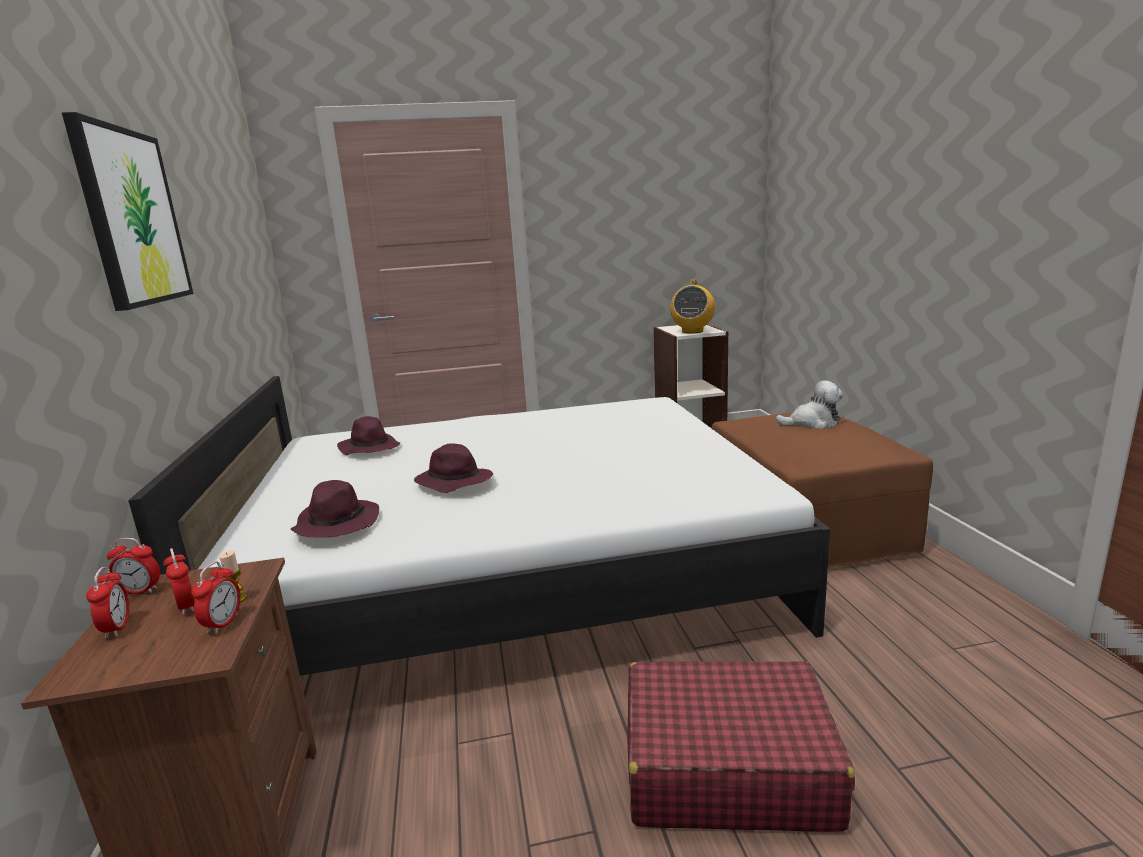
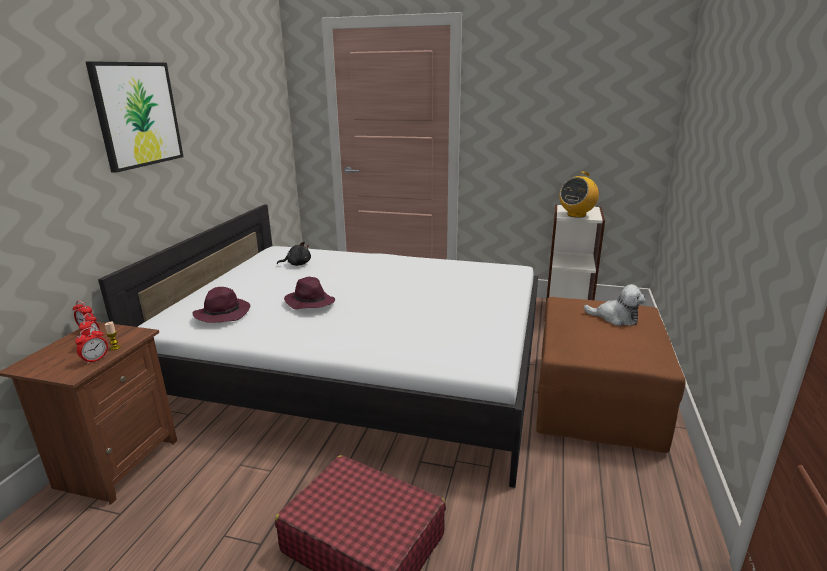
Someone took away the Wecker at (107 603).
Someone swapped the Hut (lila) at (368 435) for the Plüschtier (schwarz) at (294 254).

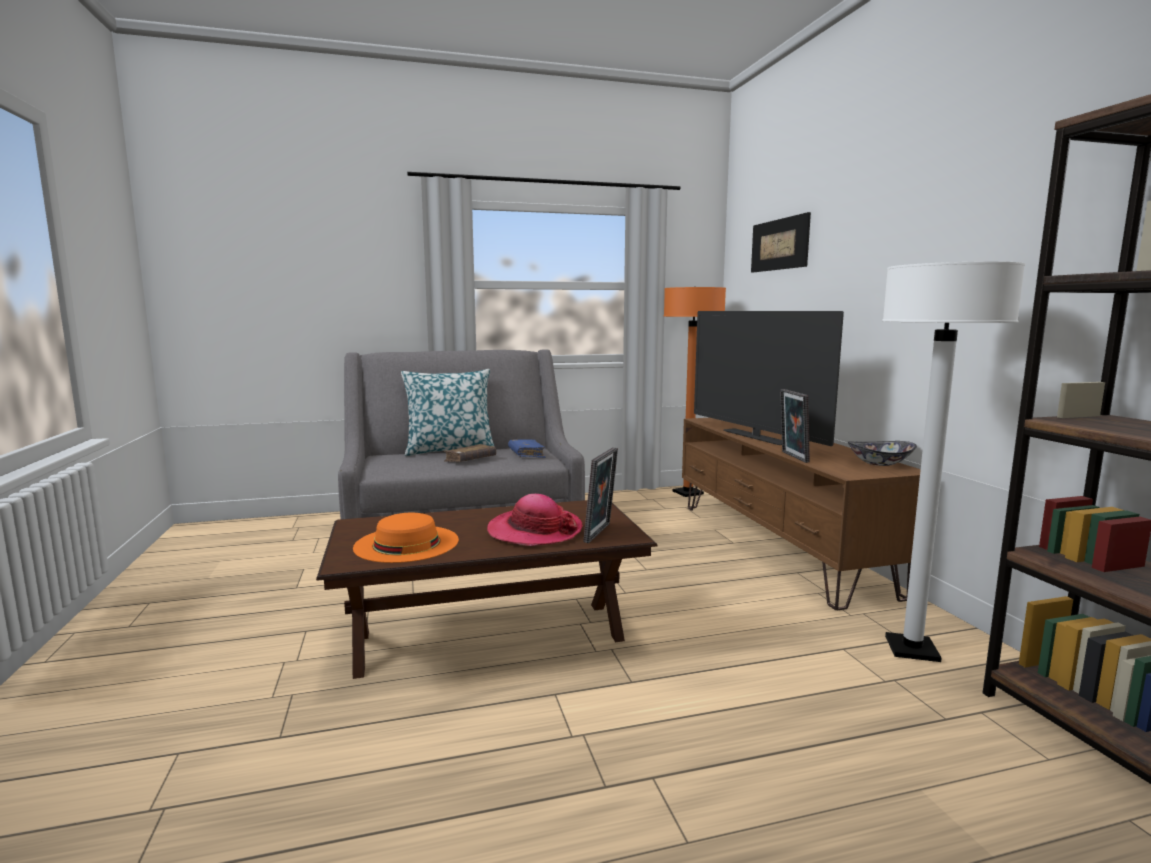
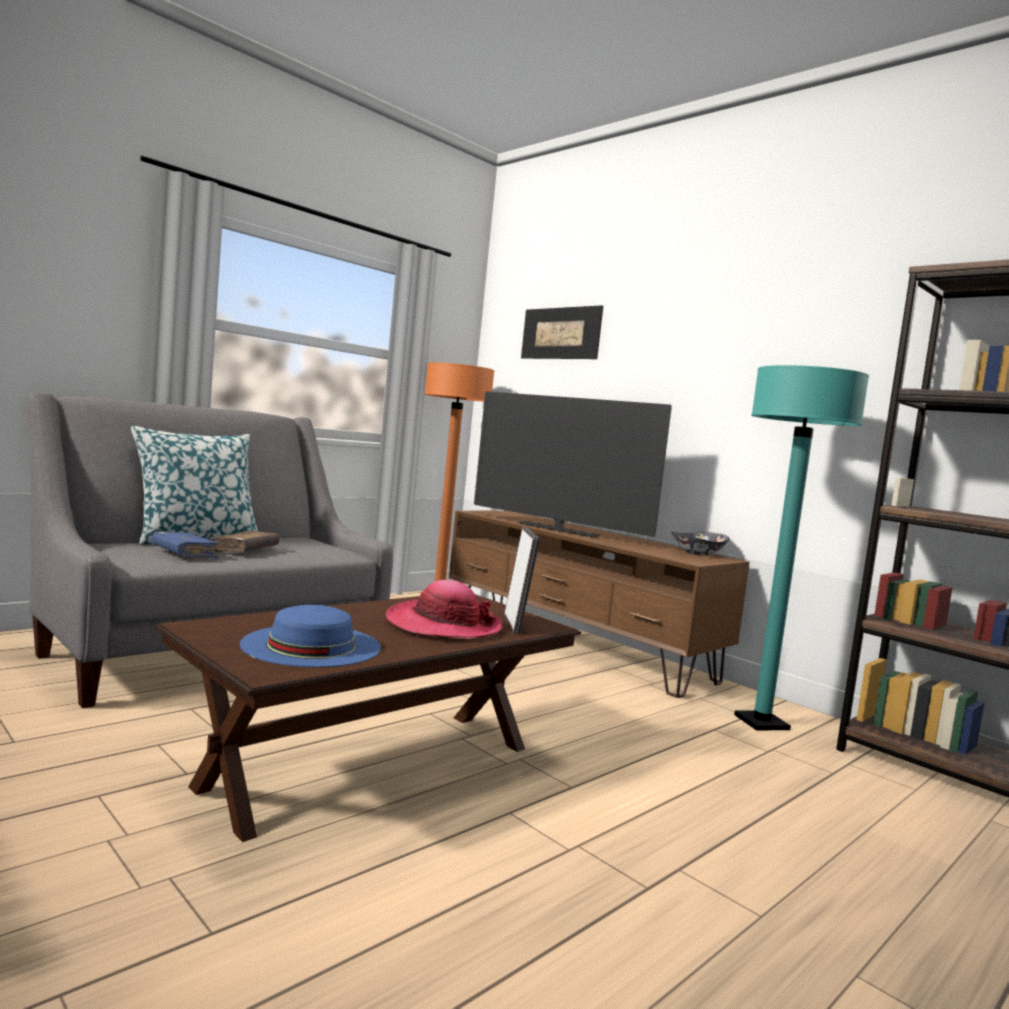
Someone took away the Bilderrahmen at (795 426).
Someone carried the Buch (blau) from (527 448) to (185 545).
Someone repainted the Hut (orange) at (406 538), which became the Hut (blau) at (310 636).
Someone repainted the Stehlampe (weiß) at (953 461), which became the Stehlampe (türkis) at (801 548).

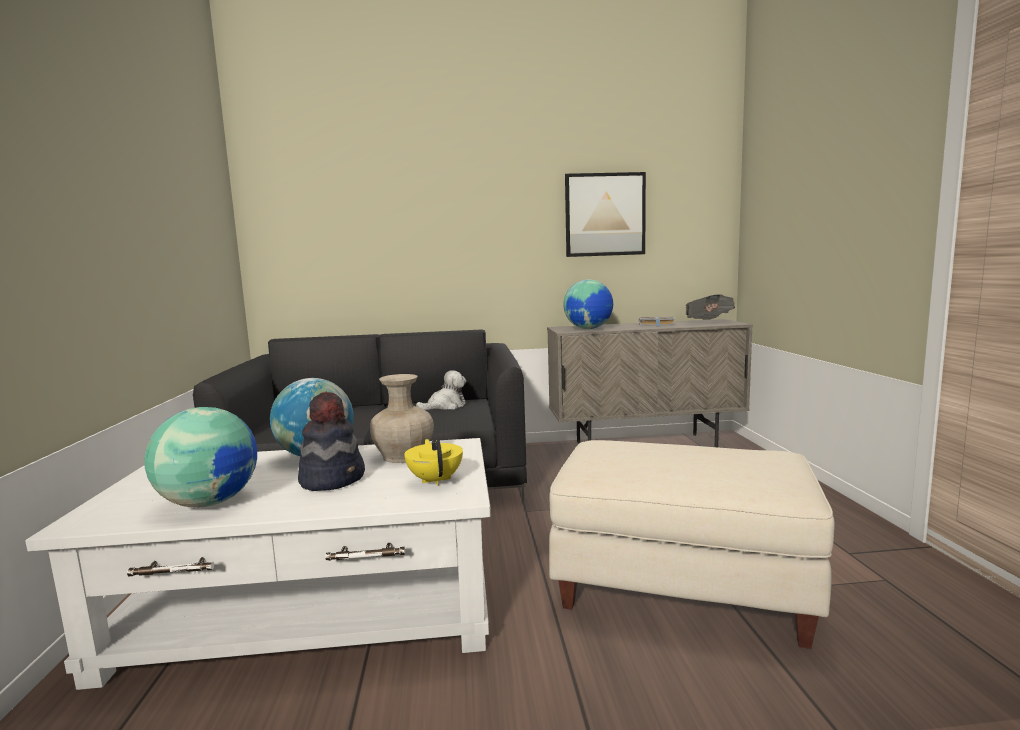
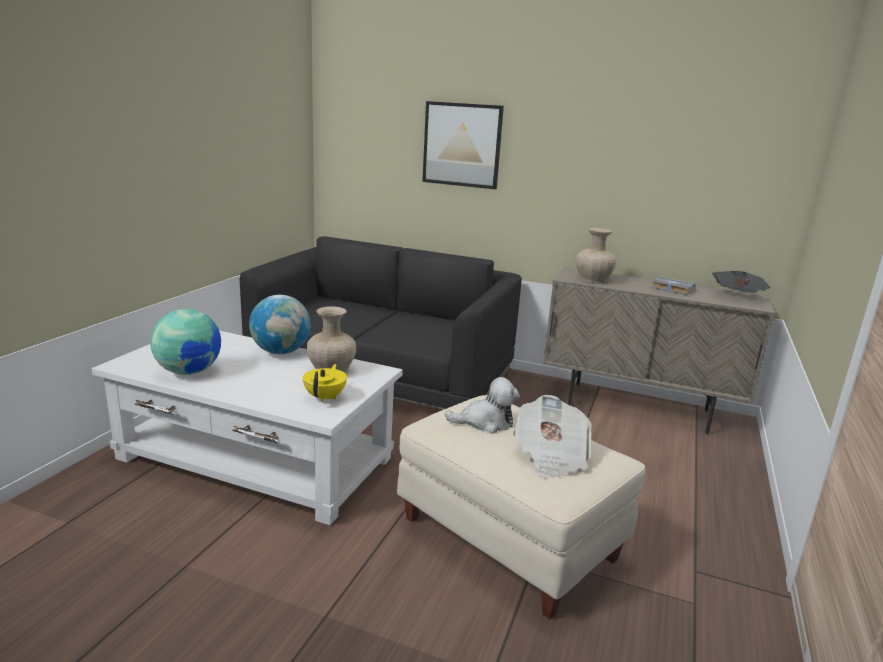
Someone took away the Hut at (331 441).
Someone put down the Zeitung at (552 436).
Someone carried the Plüschtier from (441 390) to (482 405).
Someone carried the Bild from (605 214) to (463 145).
Someone swapped the Globus at (588 304) for the Vase (beige) at (596 255).

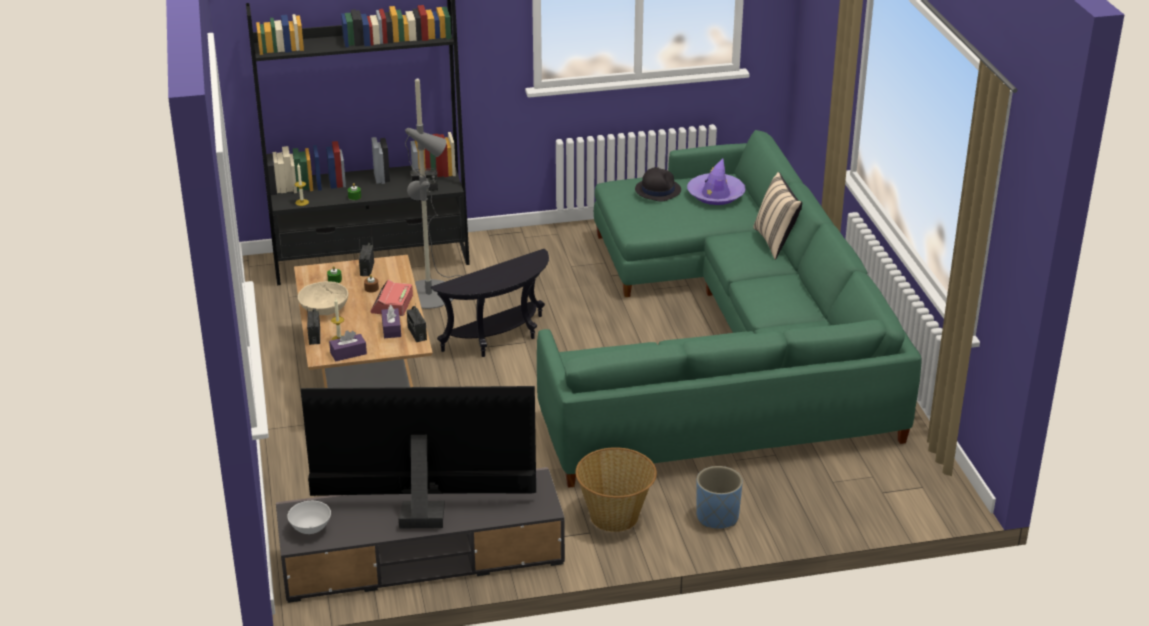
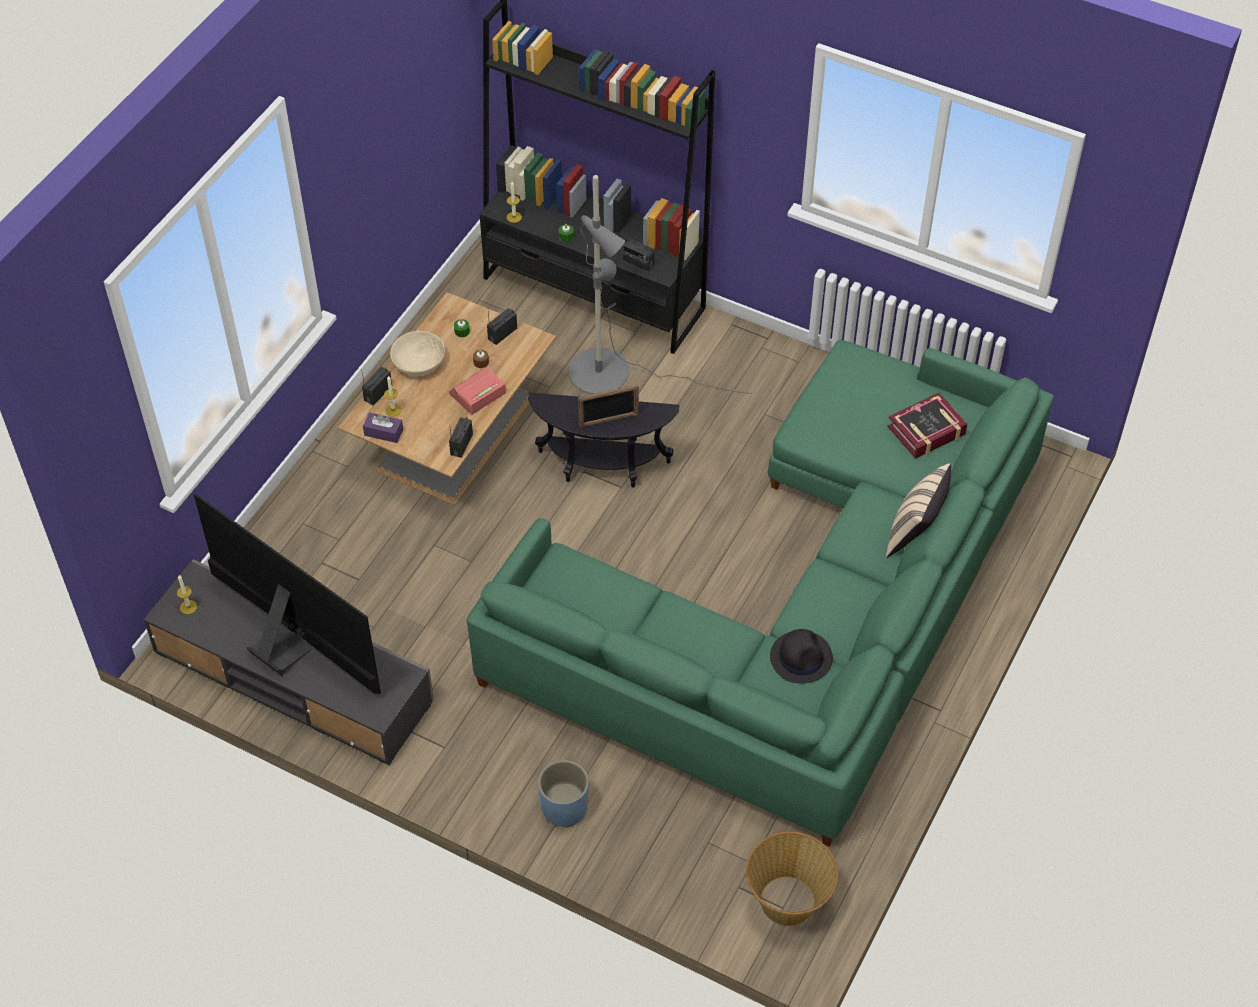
Someone took away the Taschentuchbox (lila) at (391 321).
Someone put down the Bilderrahmen at (608 406).
Someone carried the Korb from (616 489) to (792 879).
Someone carried the Hut (schwarz) from (658 184) to (801 656).
Someone swapped the Schüssel (weiß) at (309 517) for the Kerze at (187 594).
Someone swapped the Hut (lila) at (716 181) for the Buch at (927 426).

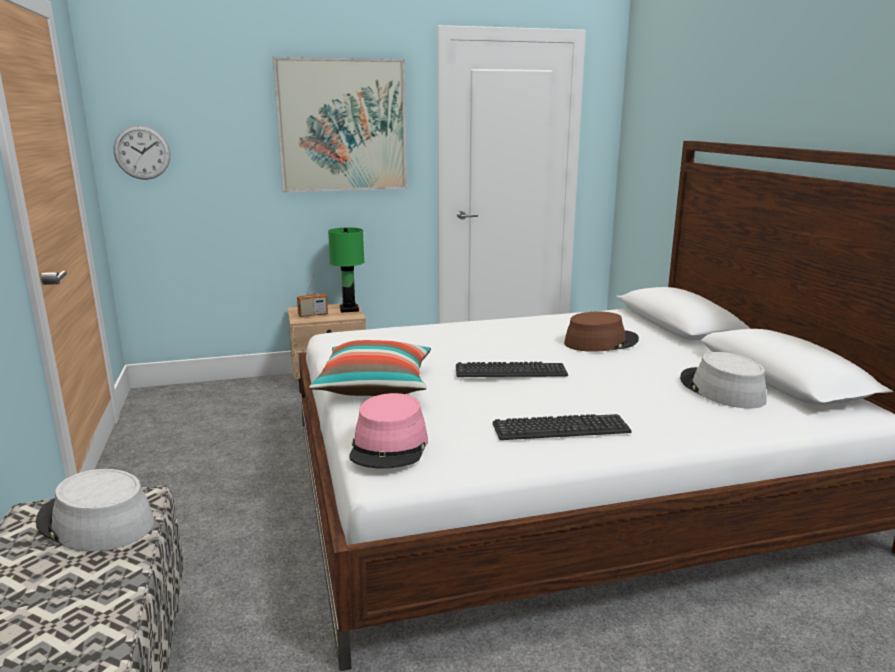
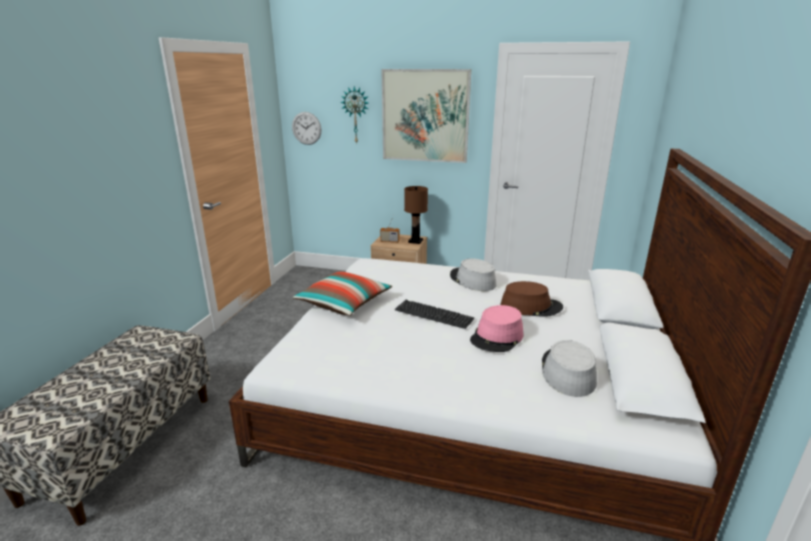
Someone took away the Tastatur at (562 427).
Someone put up the Wanduhr at (354 115).
Someone carried the Hut (grau) from (95 510) to (473 274).
Someone carried the Hut (rosa) from (388 431) to (496 328).
Someone repainted the Tischlampe (grün) at (346 270), which became the Tischlampe (braun) at (416 215).

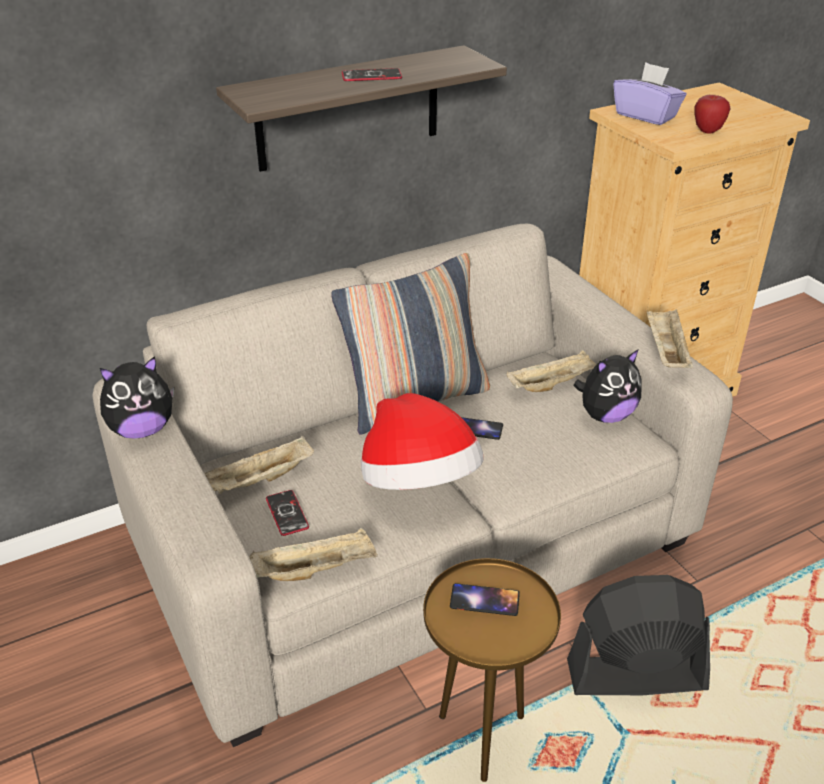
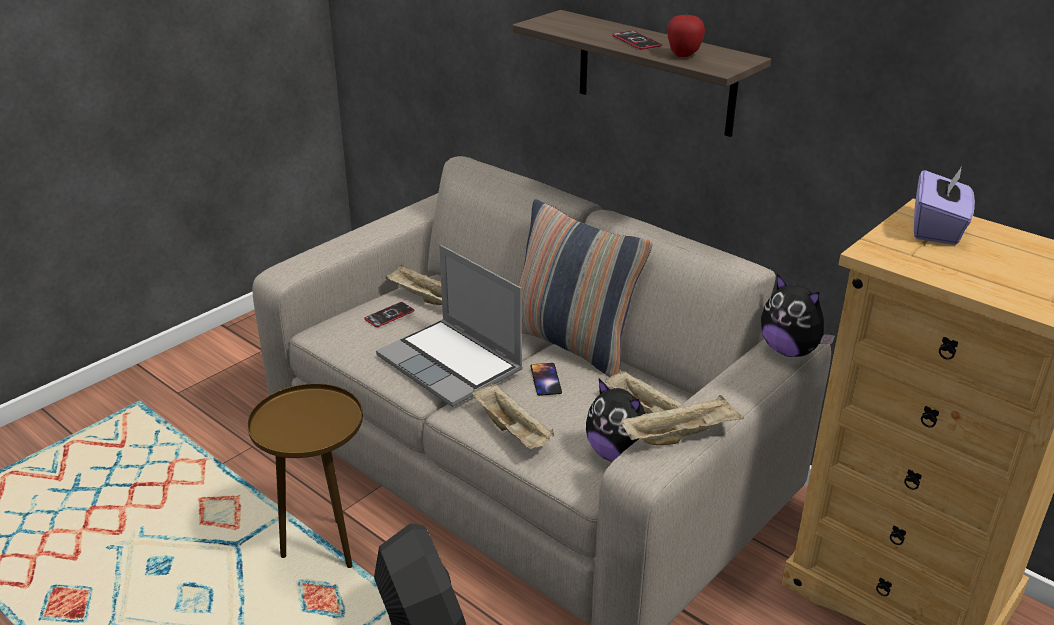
Someone took away the Handy at (485 599).
Someone carried the Plüschtier from (137 397) to (798 315).
Someone carried the Tablett (beige) from (313 554) to (513 416).
Someone carried the Apfel from (713 114) to (686 36).
Someone swapped the Hut at (422 441) for the Laptop at (449 326).

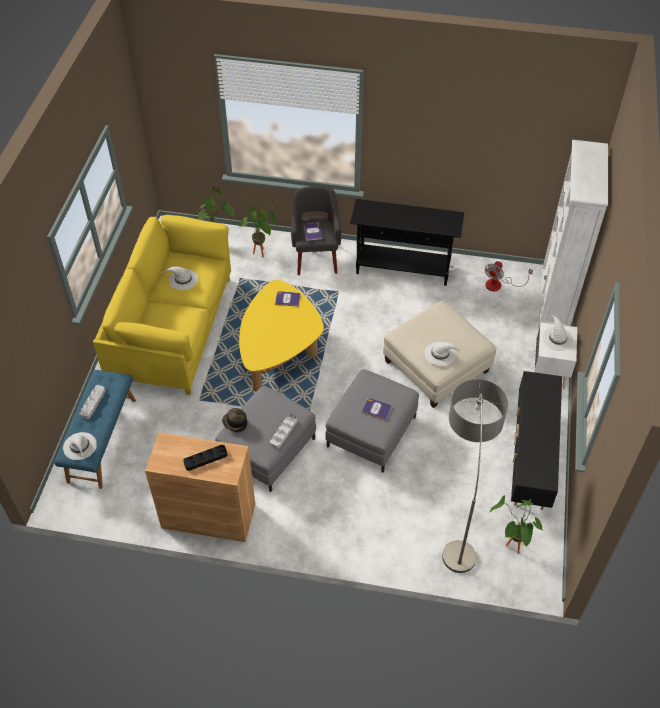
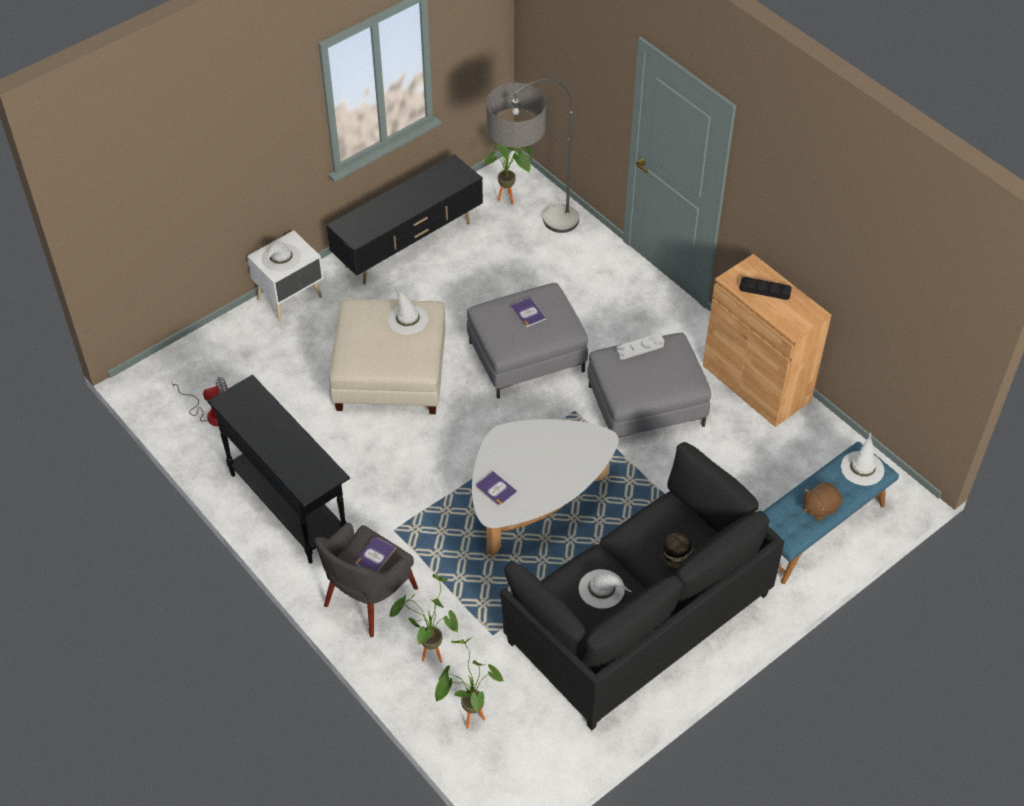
Someone took away the Bücherregal (weiß) at (573 234).
Someone carried the Hut from (234 420) to (678 550).
Someone swapped the Tablett (grau) at (92 402) for the Plüschtier (braun) at (822 501).
Someone repainted the Sofa (gelb) at (162 305), which became the Sofa (schwarz) at (642 586).
Someone repainted the Couchtisch (gelb) at (281 336), which became the Couchtisch (weiß) at (545 487).

